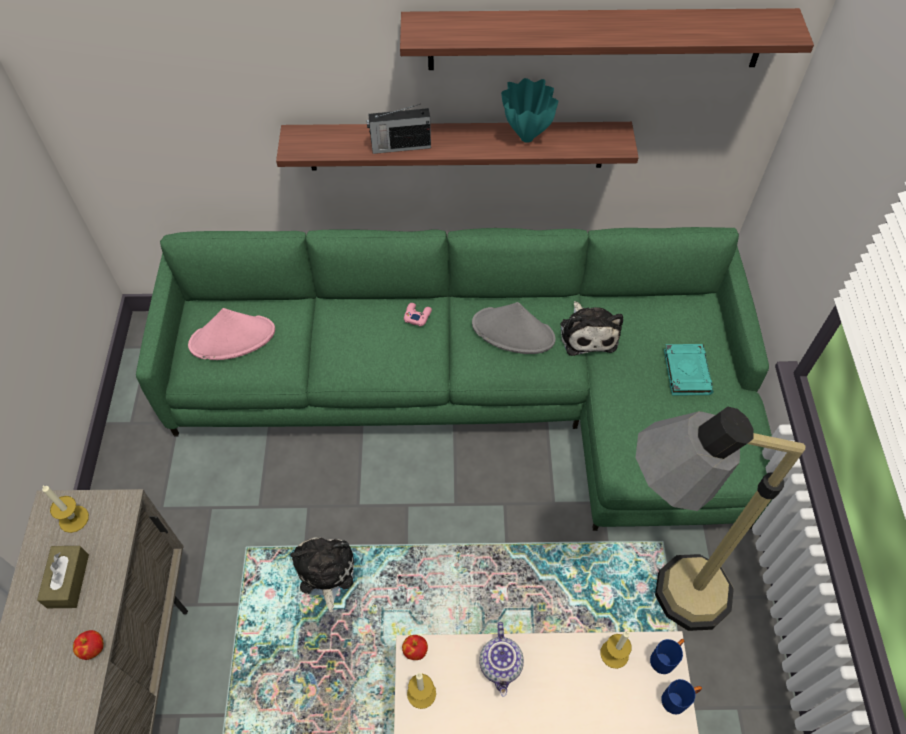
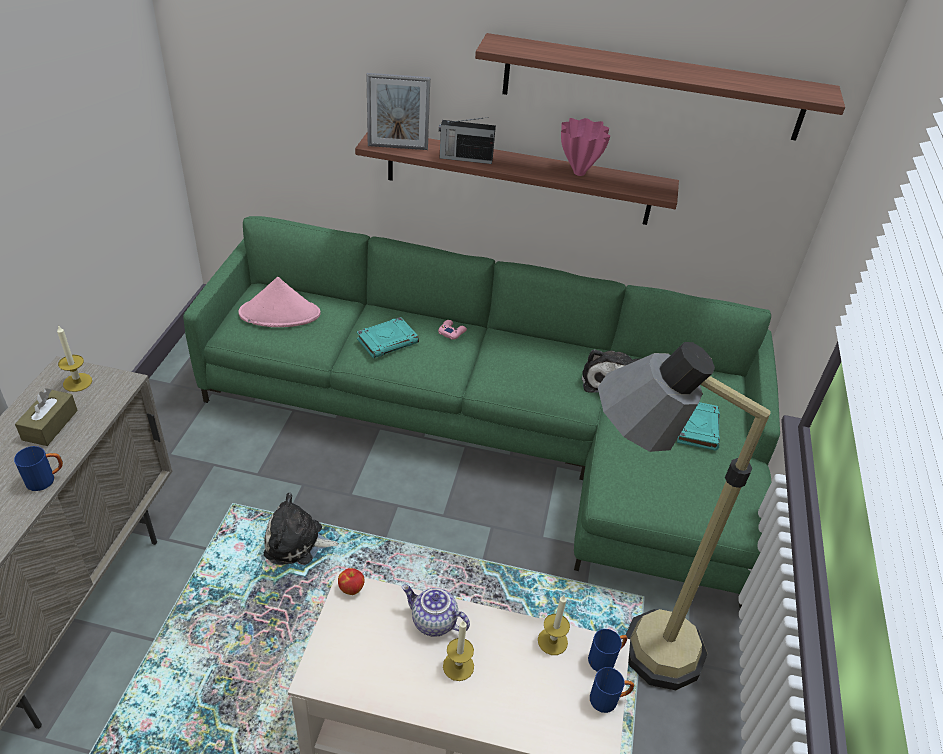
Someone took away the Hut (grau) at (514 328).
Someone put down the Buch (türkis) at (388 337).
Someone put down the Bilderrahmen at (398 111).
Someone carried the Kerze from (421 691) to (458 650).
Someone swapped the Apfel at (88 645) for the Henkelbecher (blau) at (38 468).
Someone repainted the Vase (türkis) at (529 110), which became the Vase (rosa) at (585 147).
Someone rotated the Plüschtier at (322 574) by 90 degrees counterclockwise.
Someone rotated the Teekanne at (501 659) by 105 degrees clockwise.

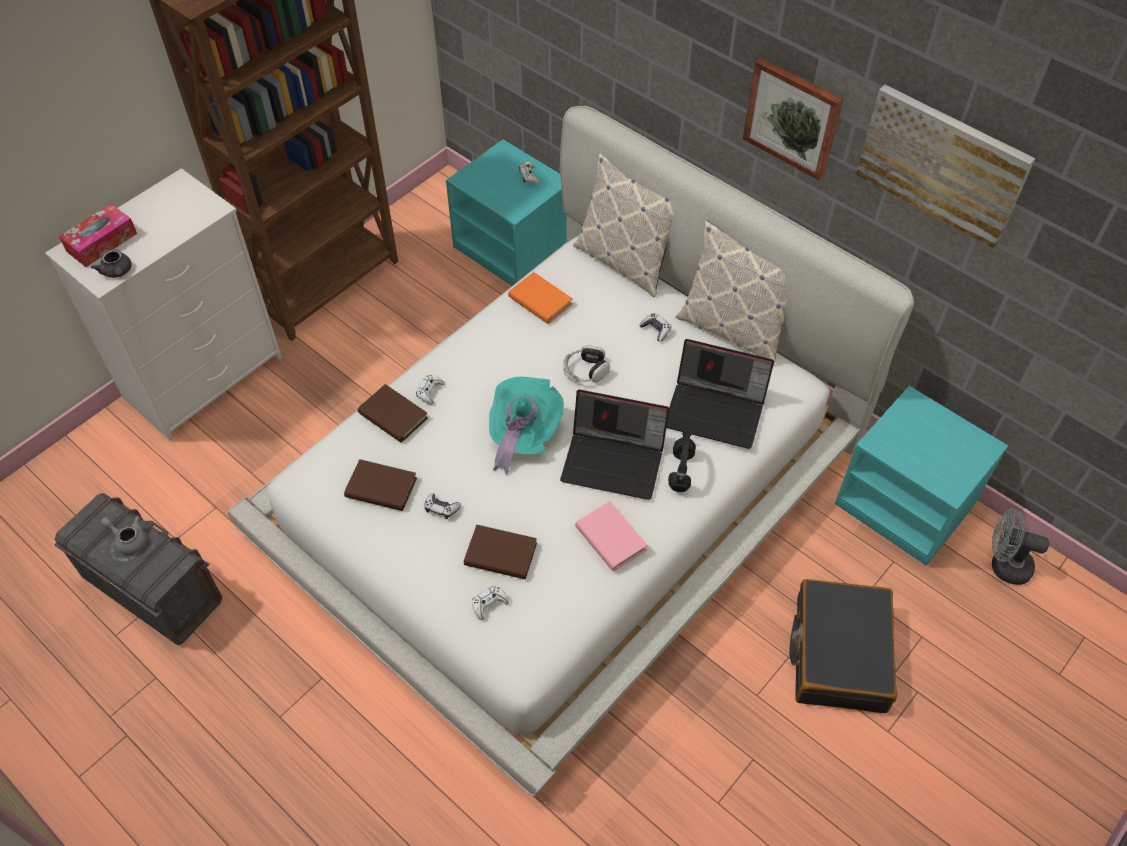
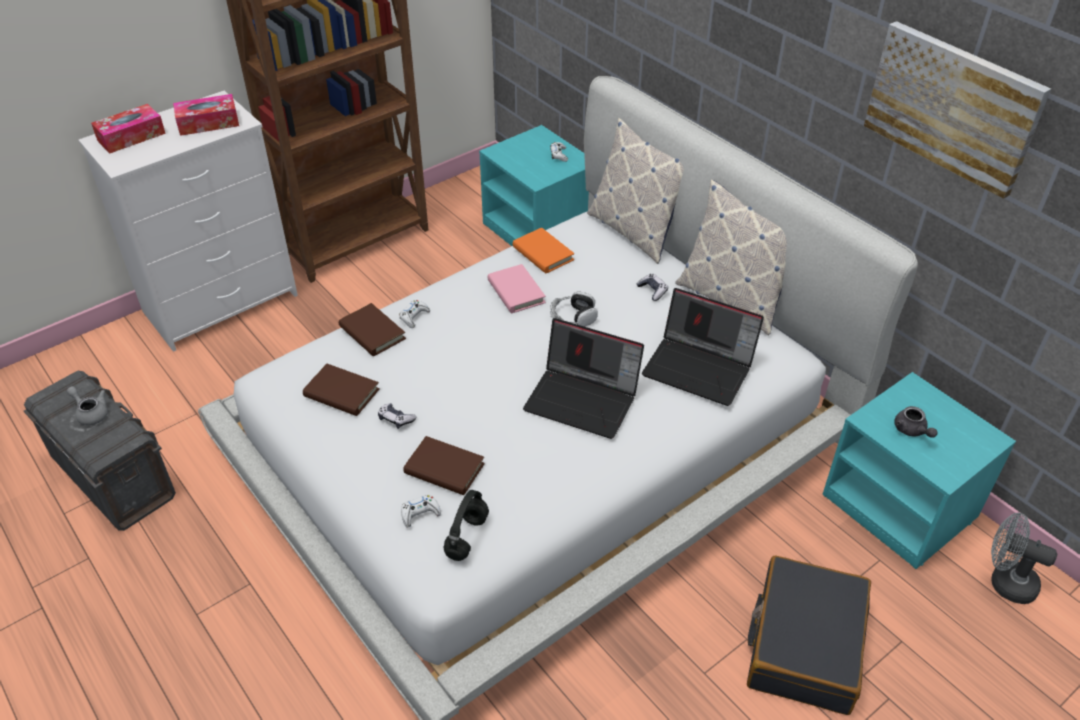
Someone took away the Hut (türkis) at (526 426).
Someone took away the Bild at (793 119).
Someone put down the Taschentuchbox at (206 115).
Someone carried the Teekanne (grau) from (111 263) to (915 422).
Someone carried the Buch (rosa) from (611 536) to (516 288).
Someone carried the Kopfhörer (schwarz) from (682 462) to (466 525).

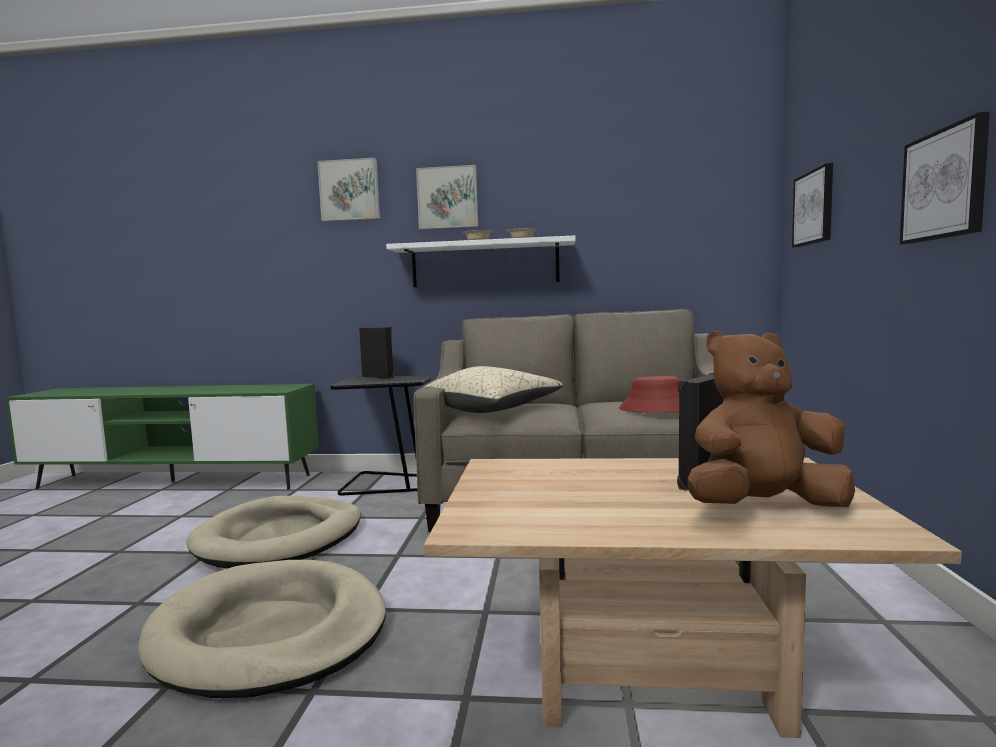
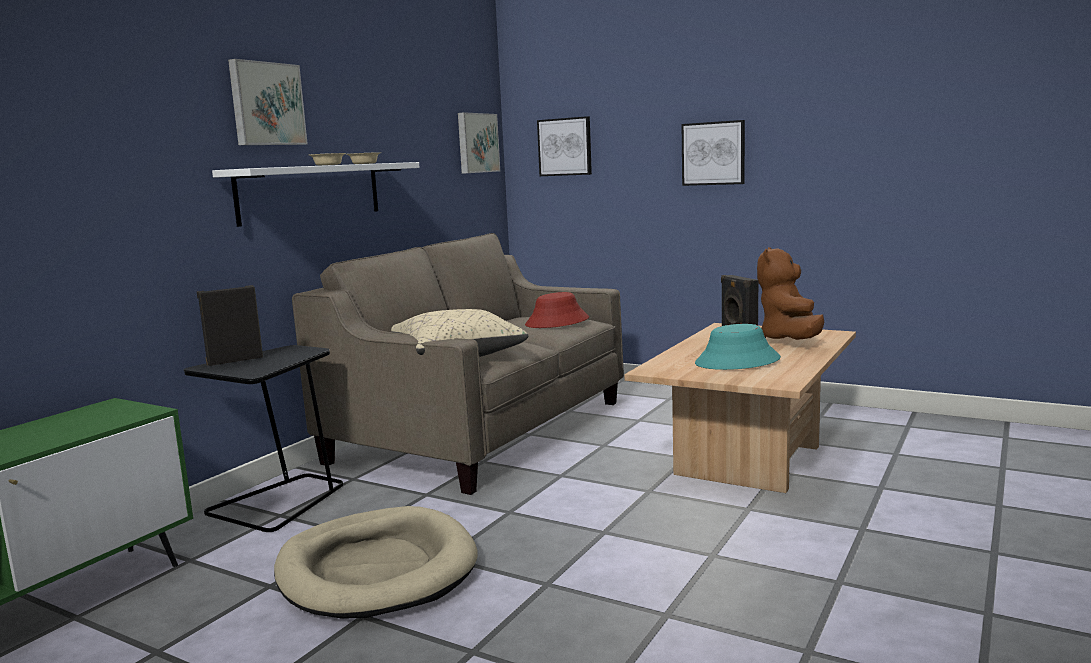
Someone took away the Hundebett (beige) at (262 629).
Someone put down the Hut (türkis) at (738 347).
Someone carried the Bild from (348 190) to (479 143).

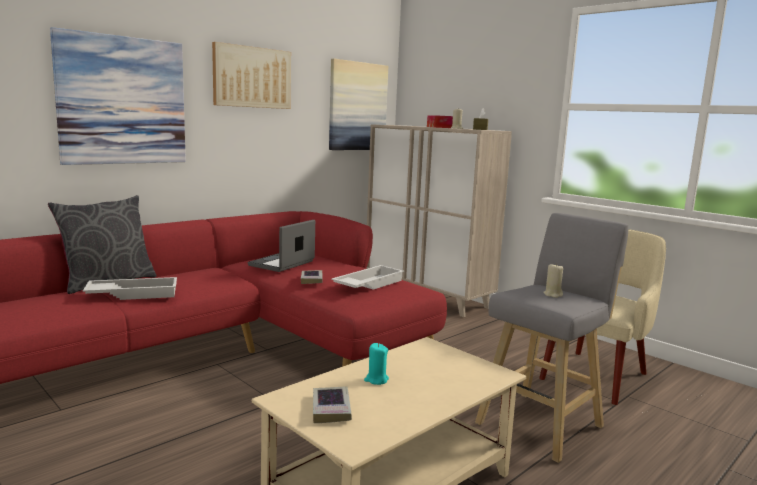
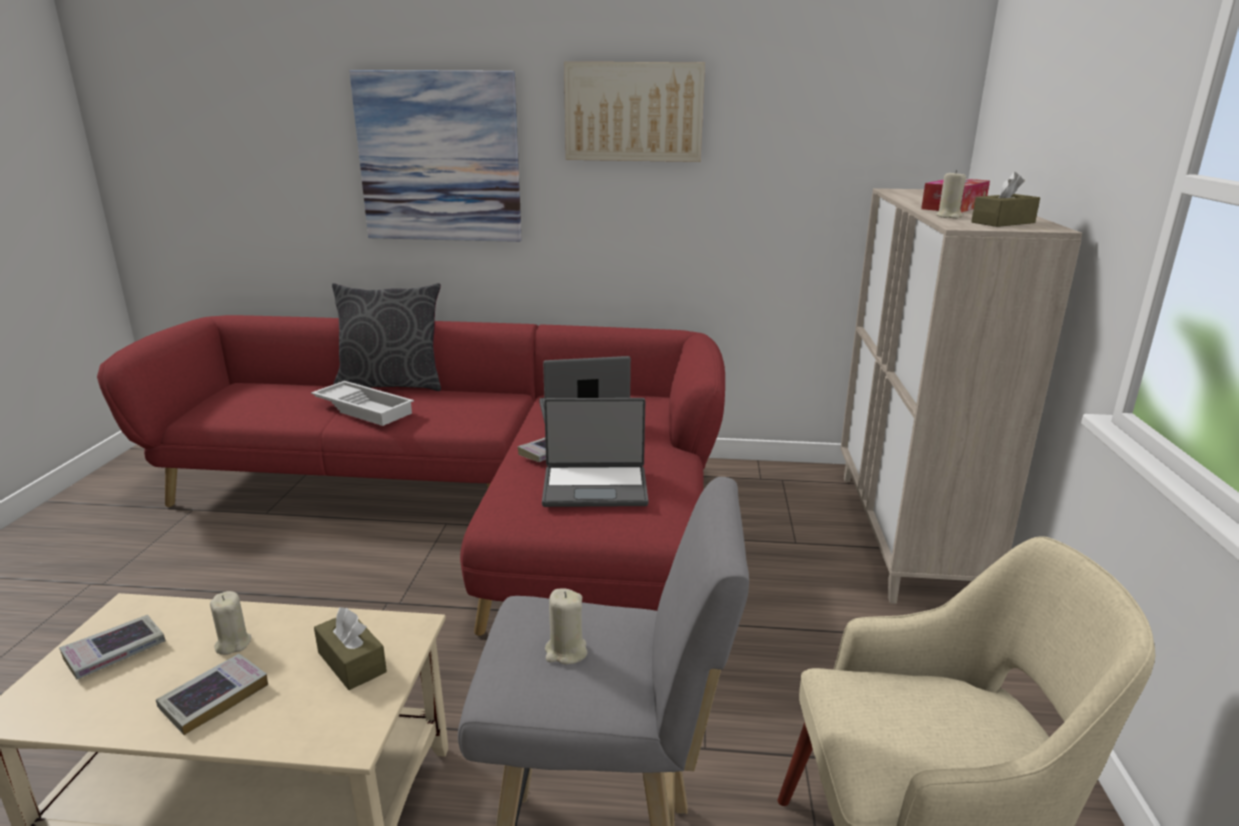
Someone took away the Bild at (358 104).
Someone put down the Buch at (212 694).
Someone put down the Taschentuchbox (braun) at (350 648).
Someone swapped the Tablett (weiß) at (367 277) for the Laptop at (595 452).
Someone repainted the Kerze (türkis) at (376 364), which became the Kerze (beige) at (230 623).

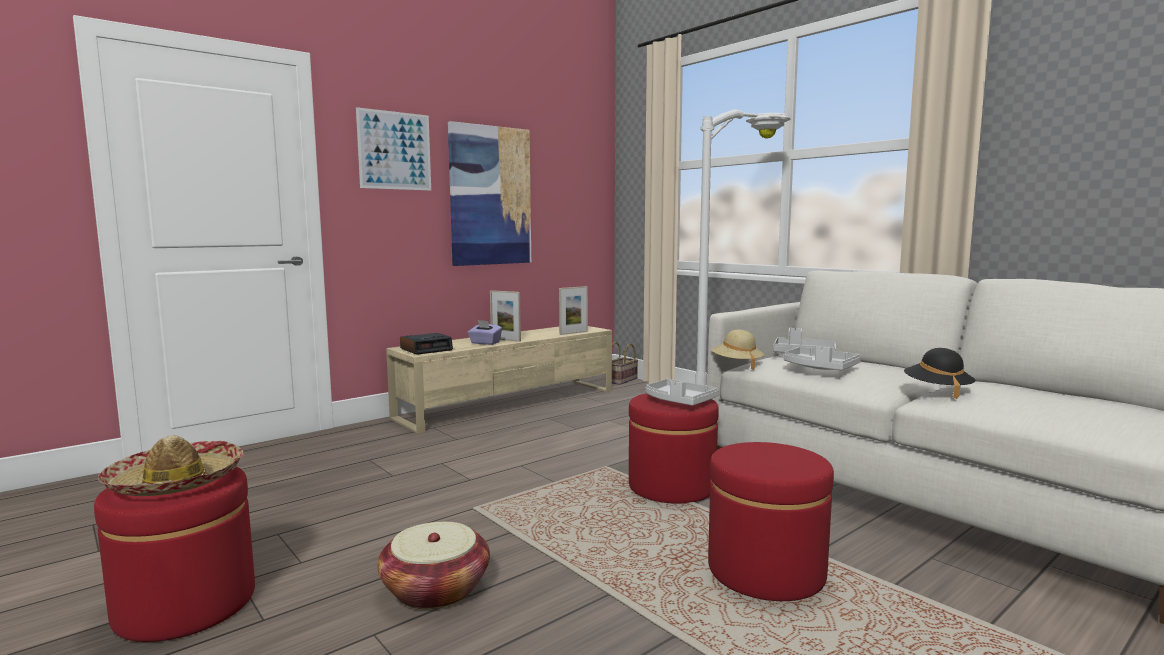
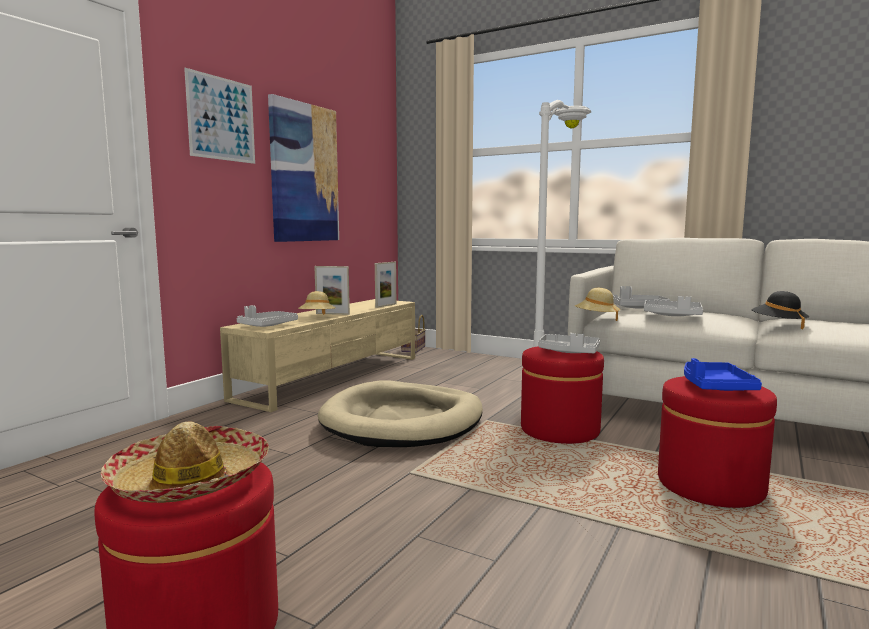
Someone took away the Korb at (433 565).
Someone put down the Hundebett (beige) at (400 413).
Someone put down the Tablett (blau) at (723 374).
Someone swapped the Wecker at (426 344) for the Tablett (grau) at (267 316).
Someone swapped the Taschentuchbox (lila) at (485 332) for the Hut (beige) at (317 303).

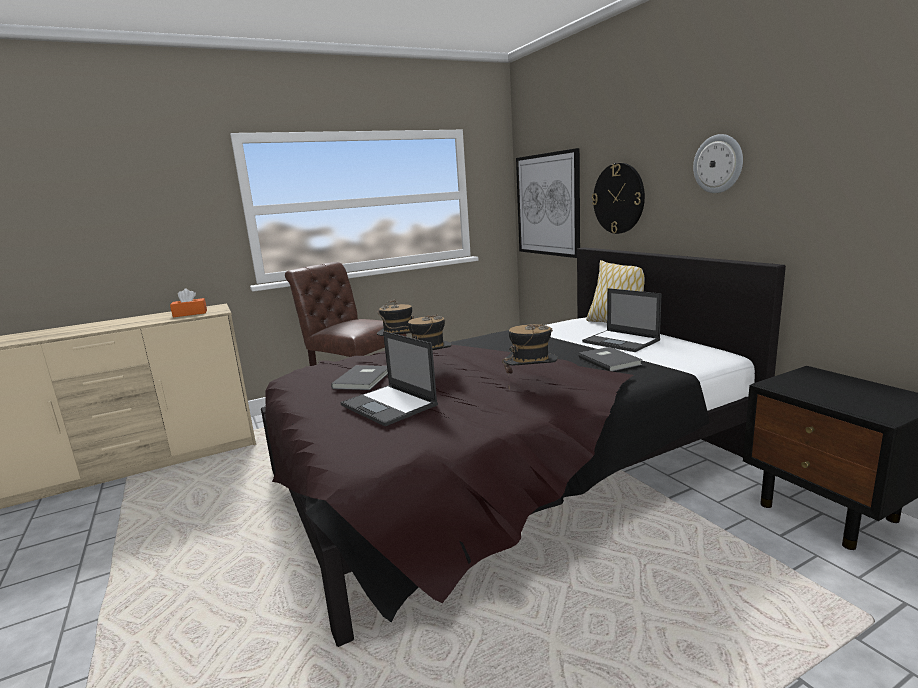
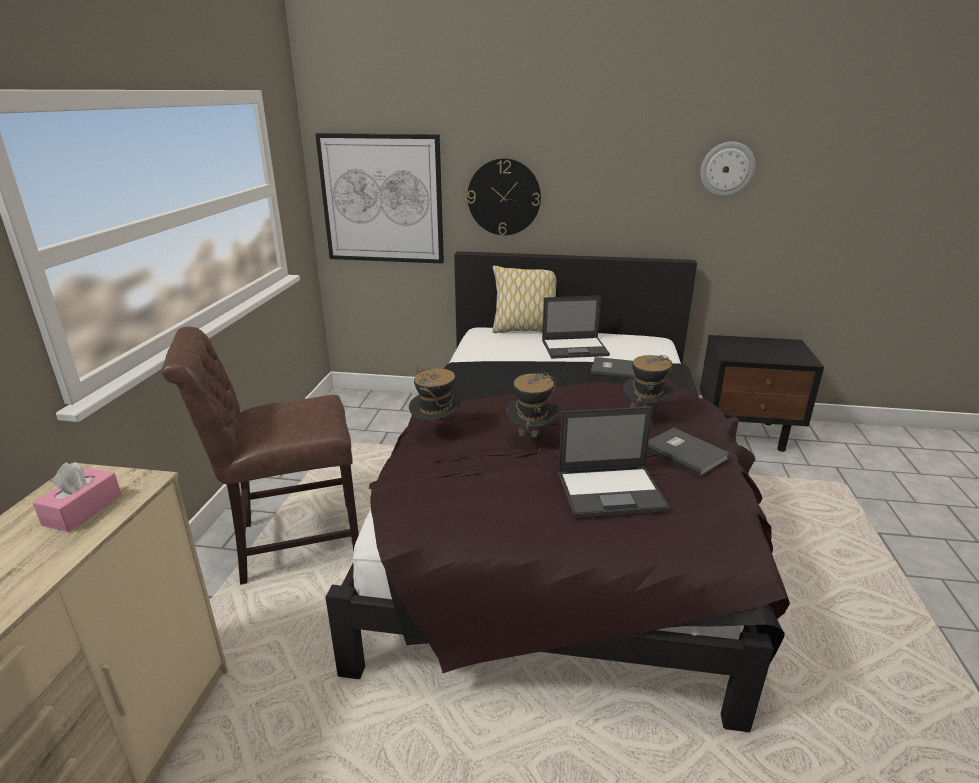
Someone carried the Buch (grau) from (359 377) to (688 452).
Someone carried the Wanduhr from (718 163) to (727 169).
Someone repainted the Taschentuchbox (orange) at (188 303), which became the Taschentuchbox (rosa) at (77 497).

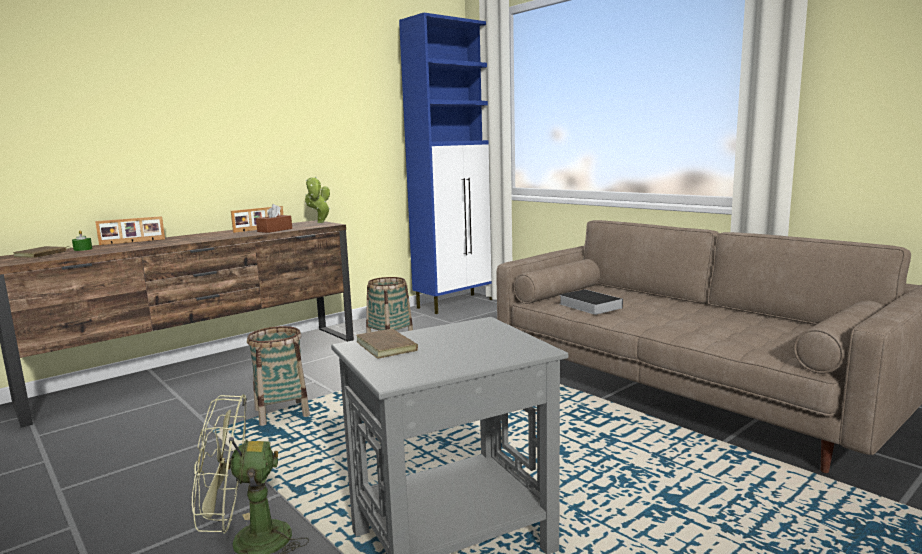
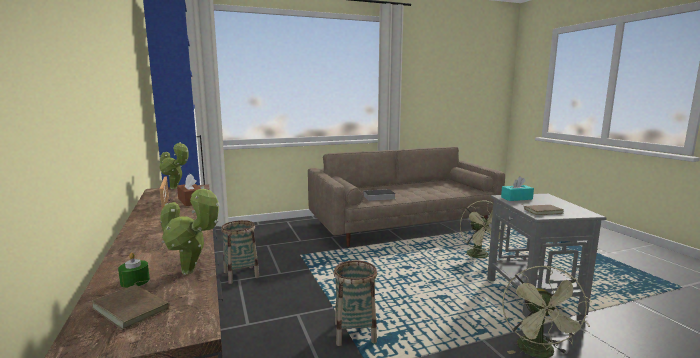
Someone took away the Bilderrahmen at (130 230).
Someone put down the Topfpflanze at (190 230).
Someone put down the Ventilator (grün) at (483 229).
Someone put down the Taschentuchbox (türkis) at (517 188).

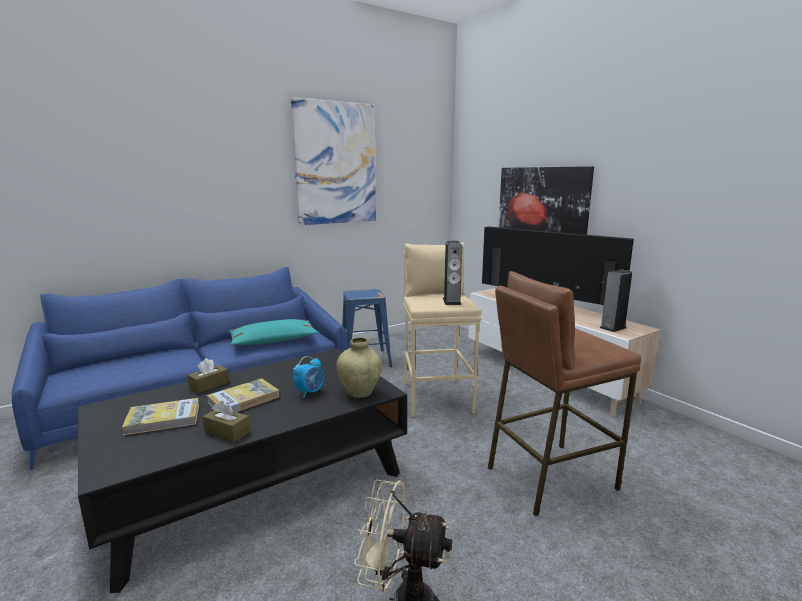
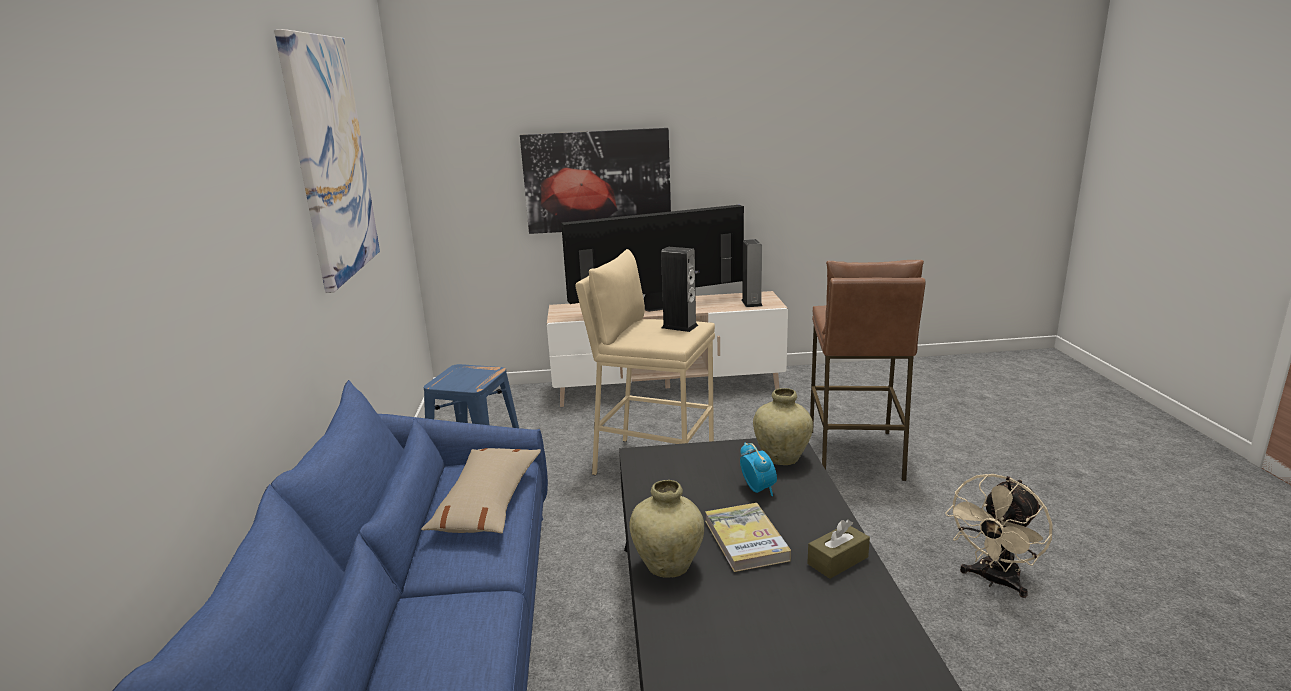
Someone took away the Buch at (160 417).
Someone swapped the Taschentuchbox (braun) at (208 375) for the Vase (beige) at (666 529).
Someone repainted the Kissen (türkis) at (274 332), which became the Kissen (beige) at (481 491).

